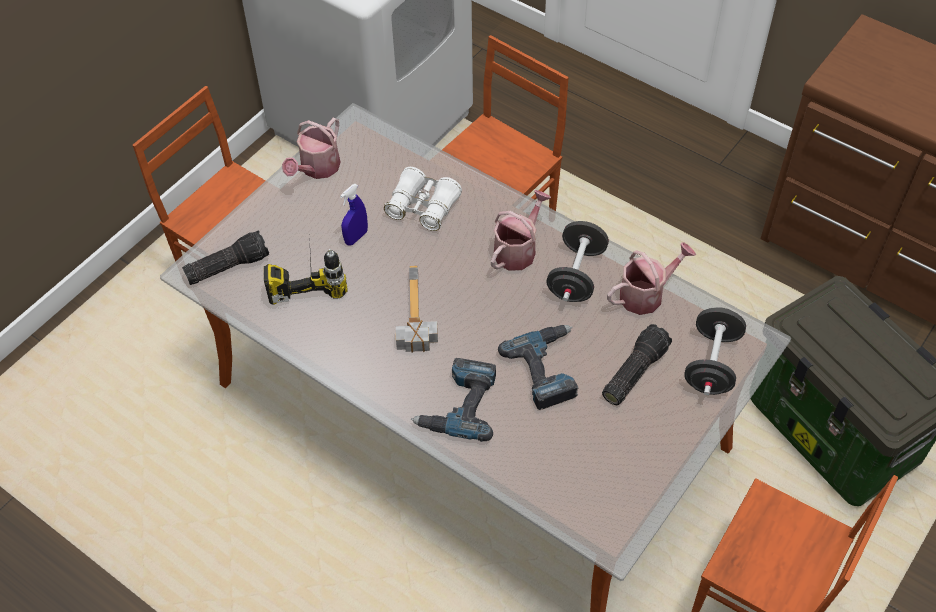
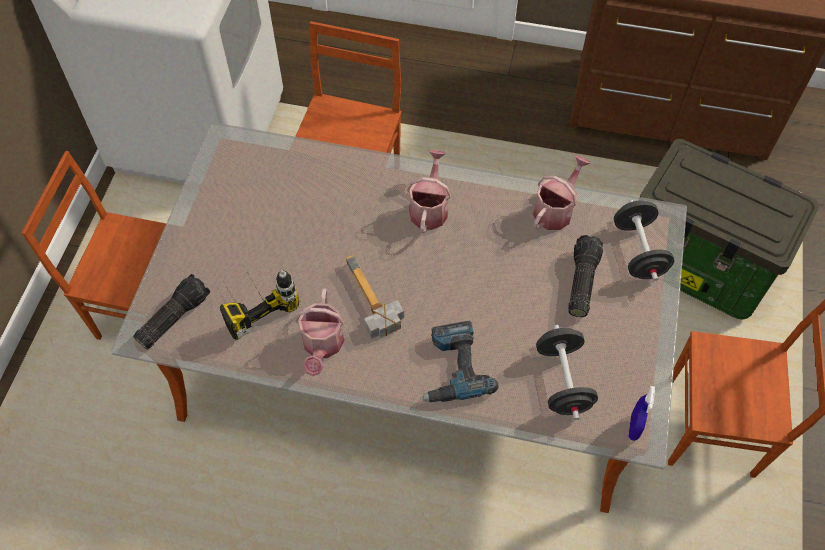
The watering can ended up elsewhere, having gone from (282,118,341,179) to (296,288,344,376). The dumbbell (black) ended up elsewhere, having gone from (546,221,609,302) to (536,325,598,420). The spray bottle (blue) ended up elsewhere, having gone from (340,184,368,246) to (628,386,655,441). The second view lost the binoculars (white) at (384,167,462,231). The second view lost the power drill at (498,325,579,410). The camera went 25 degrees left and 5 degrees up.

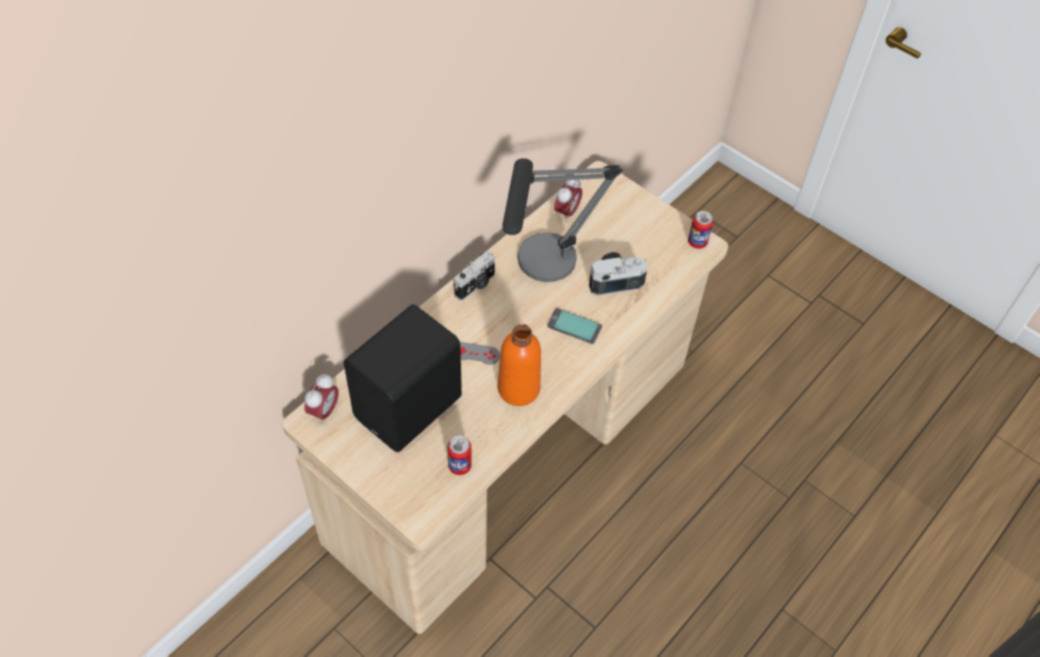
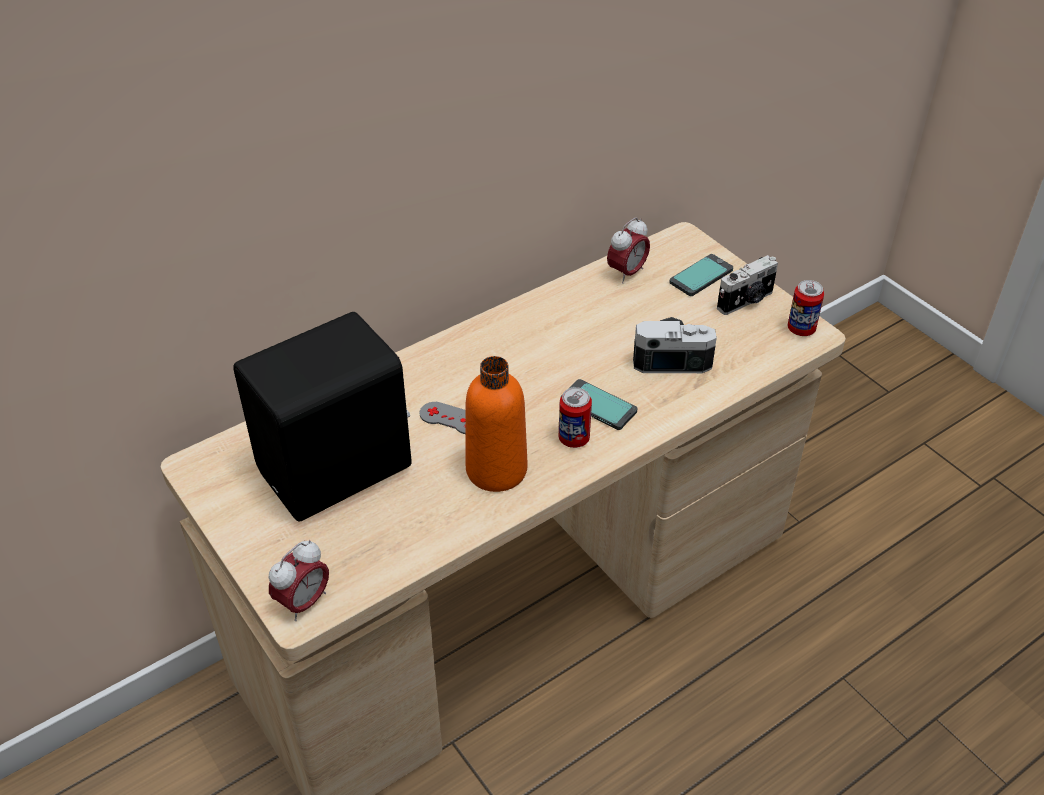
The alarm clock ended up elsewhere, having gone from (304,374,339,424) to (269,540,329,621). The can ended up elsewhere, having gone from (447,435,472,475) to (559,387,592,448). The second view gained the phone at (669,254,733,296). The photo camera ended up elsewhere, having gone from (454,251,495,301) to (717,255,778,315). The second view lost the table lamp at (503,158,623,282). The camera went 15 degrees right and 10 degrees down.

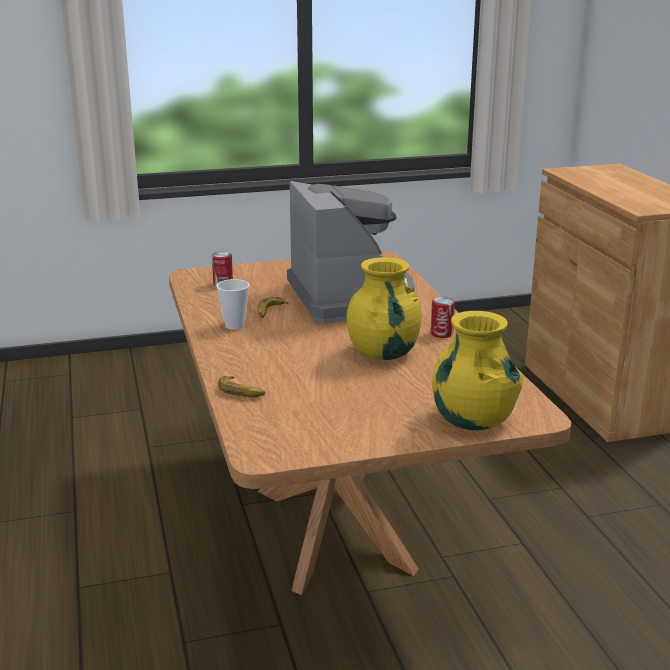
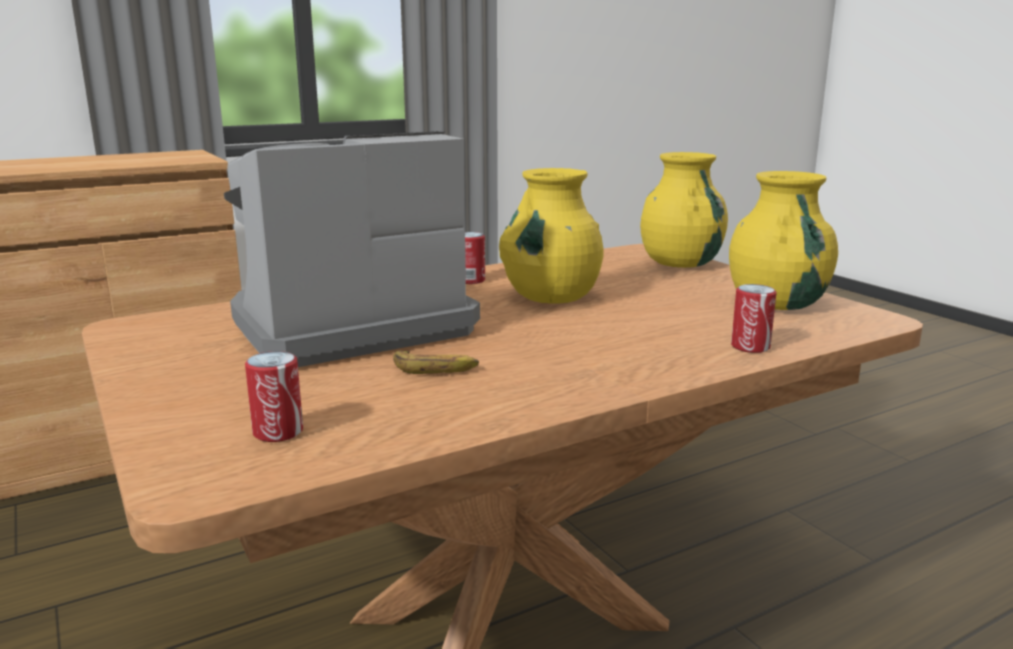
The second view gained the vase (yellow) at (729,171,838,310). Where the banana stood at (218,376,265,397), the can came to stand at (731,284,777,353). The second view lost the cup at (216,279,249,330). The camera went 105 degrees left and 5 degrees down.

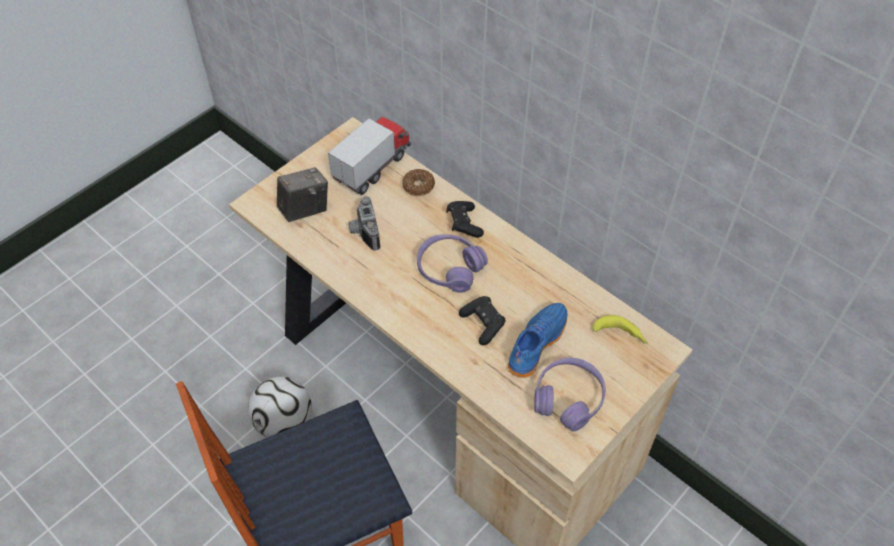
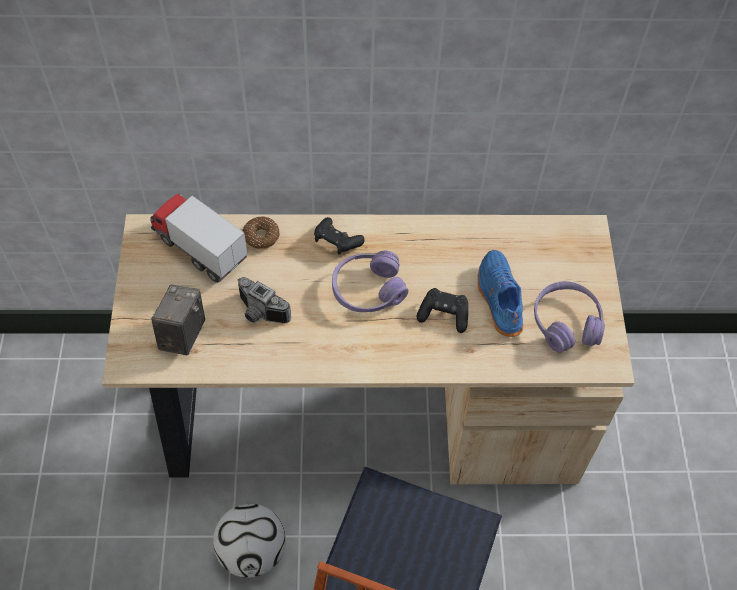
The toy truck at (328,117,411,195) ended up facing another way, 45 degrees counterclockwise from before. The second view lost the banana at (592,315,648,344). The camera went 45 degrees left and 5 degrees up.

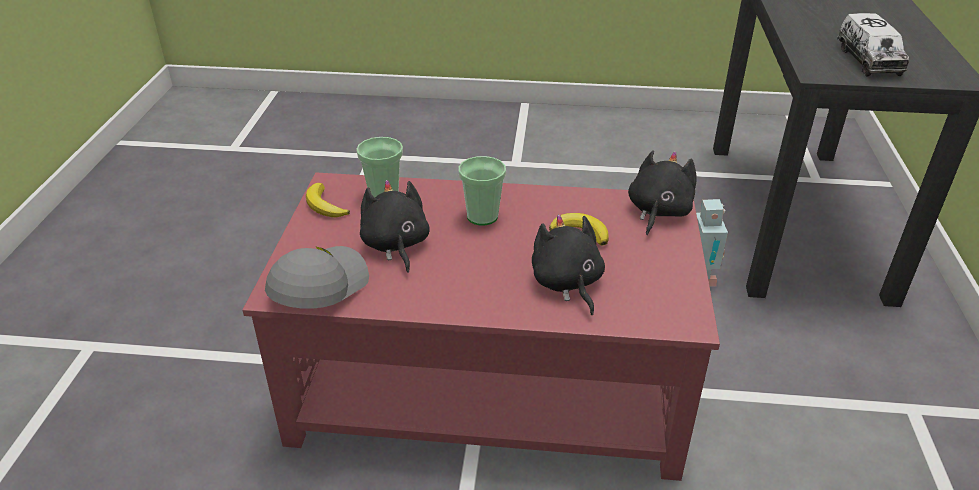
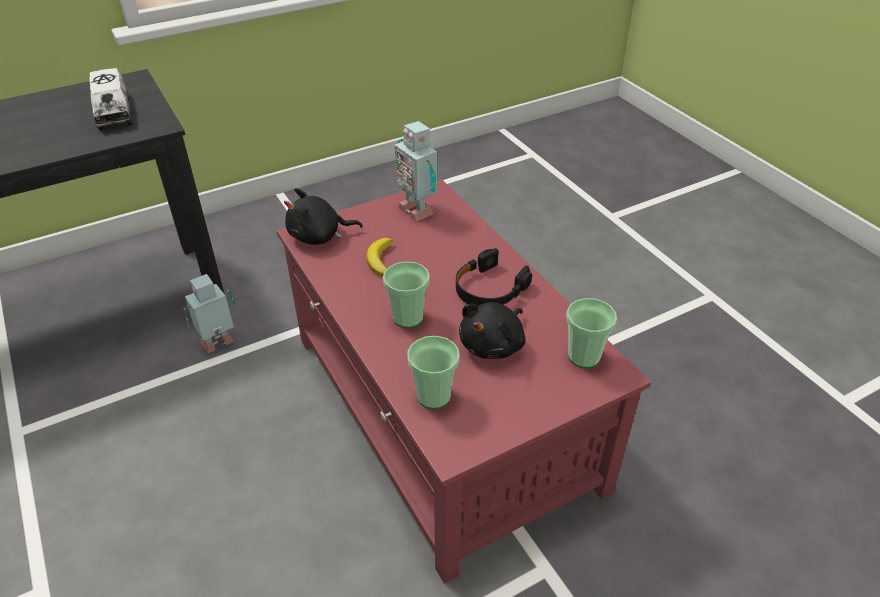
The toy truck at (837,13,909,76) ended up facing another way, 105 degrees clockwise from before. The second view gained the toy robot at (395,121,438,222). The second view gained the headphones (black) at (456,248,532,306). Where the cap (grey) stood at (265,246,369,309), the cup came to stand at (566,298,617,368). The second view lost the banana at (306,183,350,217). The second view lost the plush toy (black) at (532,214,605,315). The camera went 125 degrees left and 5 degrees up.

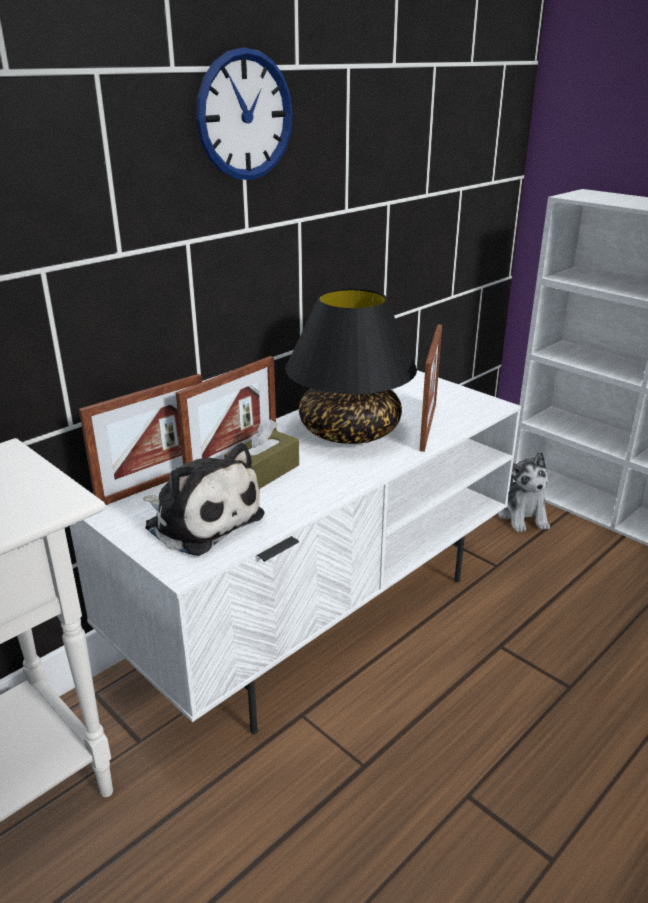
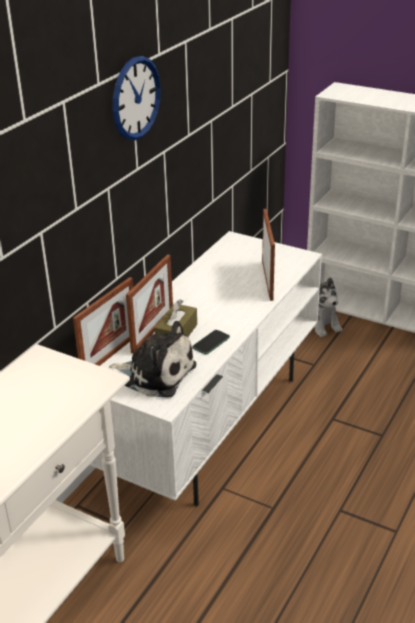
The second view gained the phone at (192,330,230,355). The second view lost the table lamp (black) at (285,288,417,444). The camera went 15 degrees left and 5 degrees up.

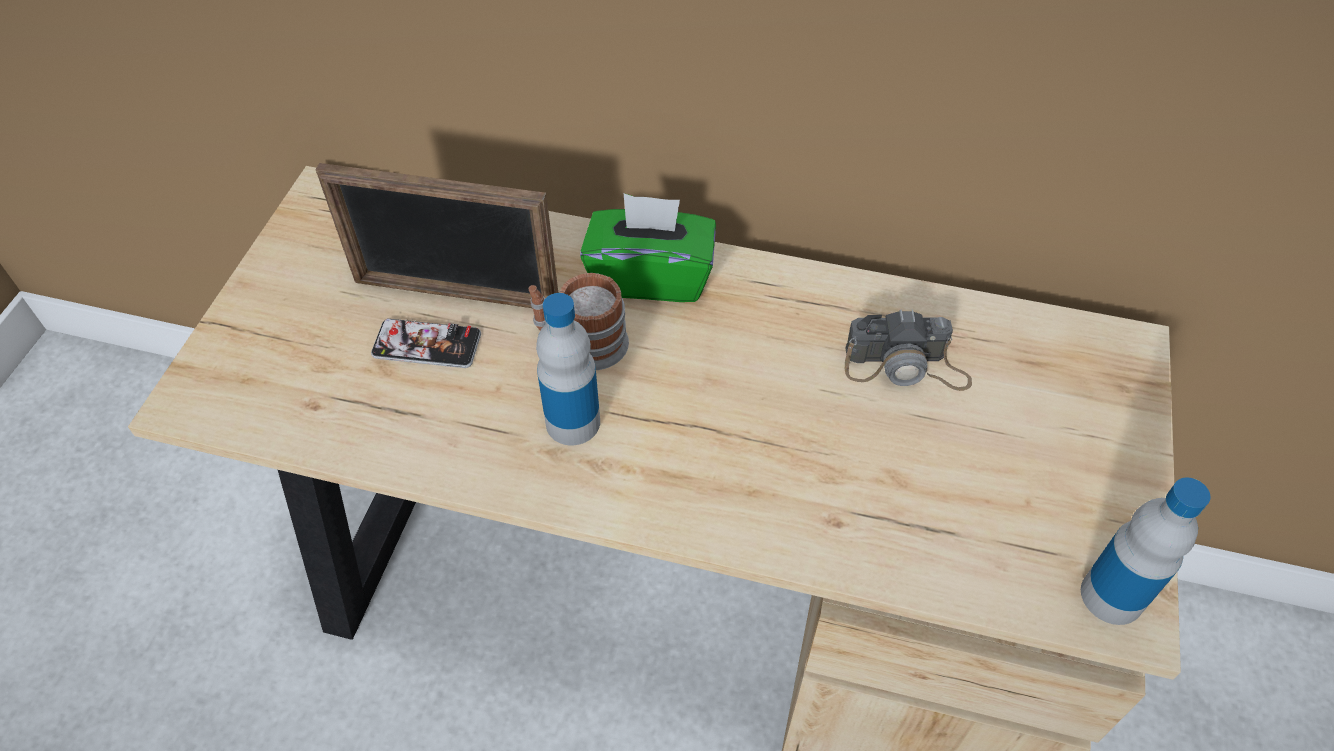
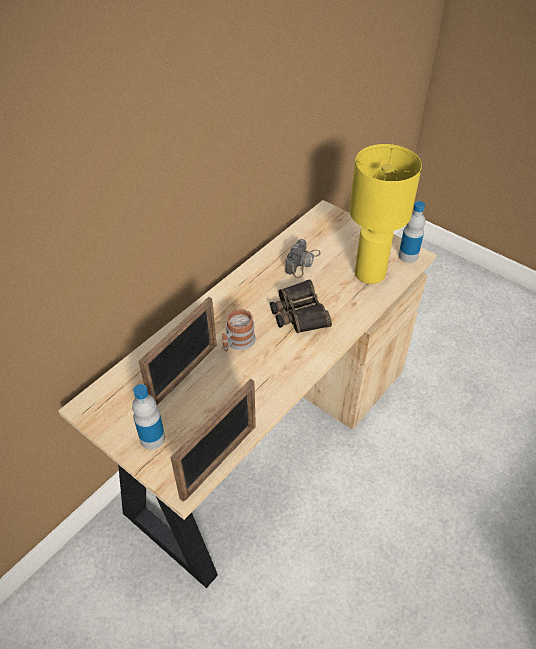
The bottle ended up elsewhere, having gone from (536,293,600,445) to (132,384,165,450). The second view gained the picture frame at (170,378,256,502). The second view gained the binoculars at (270,279,332,333). The second view gained the table lamp (yellow) at (349,144,422,284). The second view lost the phone at (371,318,481,368). The second view lost the tissue box (green) at (580,193,716,302). The camera went 65 degrees left and 5 degrees down.

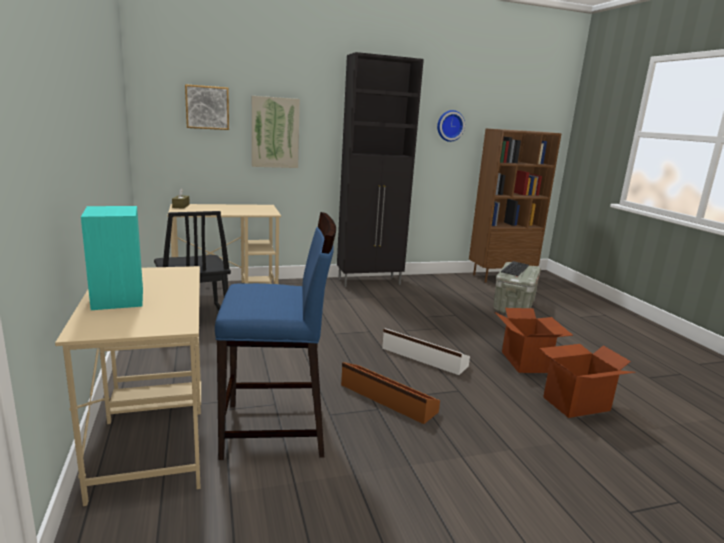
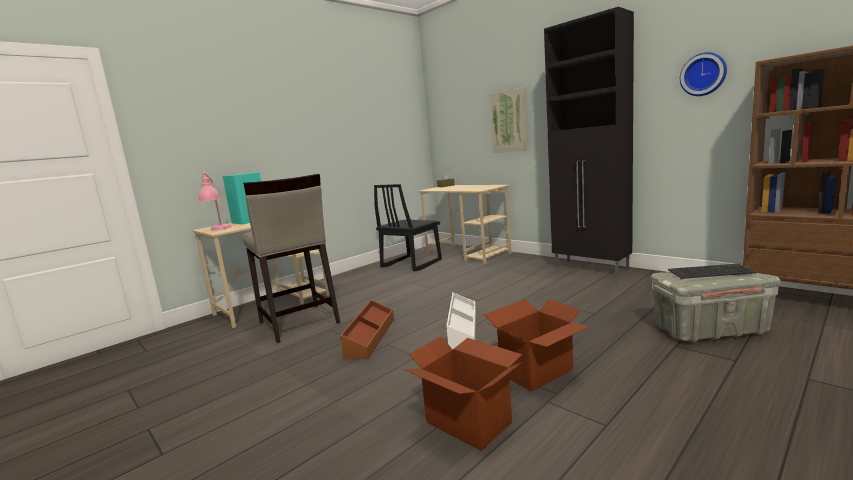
The second view gained the table lamp (pink) at (199,172,232,230). What was the stool (blue) at (215,212,336,460) turned into the stool (beige) at (242,174,340,343). The second view lost the picture at (185,84,229,130). The camera went 65 degrees right and 5 degrees down.

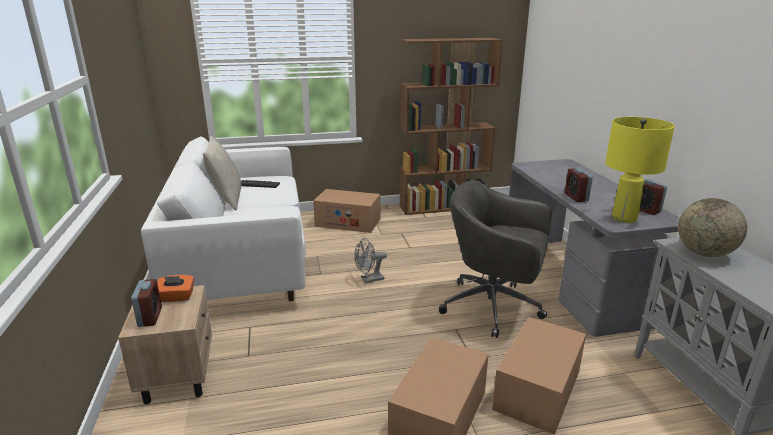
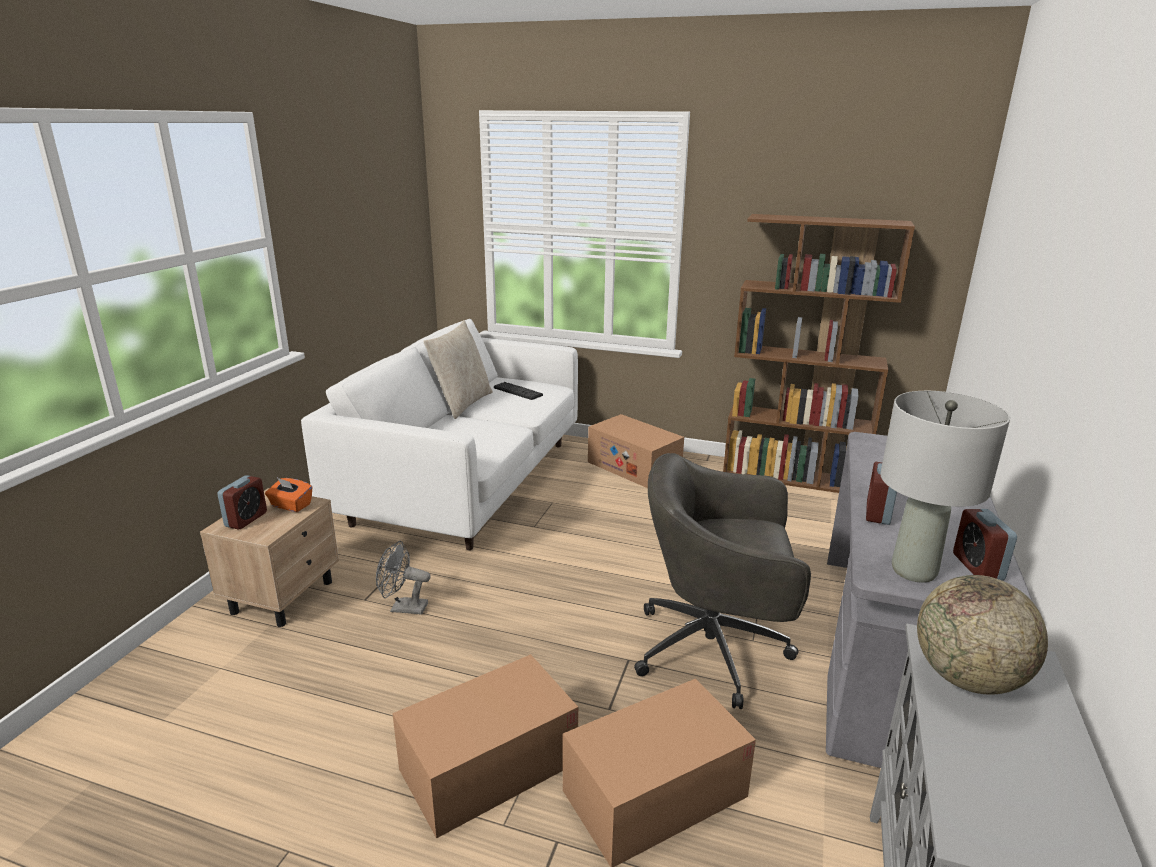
The fan (grey) ended up elsewhere, having gone from (355,238,387,283) to (376,541,431,615). The office chair (grey) at (439,180,552,338) ended up facing another way, 45 degrees counterclockwise from before. What was the table lamp (yellow) at (605,117,675,223) turned into the table lamp (grey) at (880,391,1010,583). The camera went 30 degrees right and 0 degrees up.

